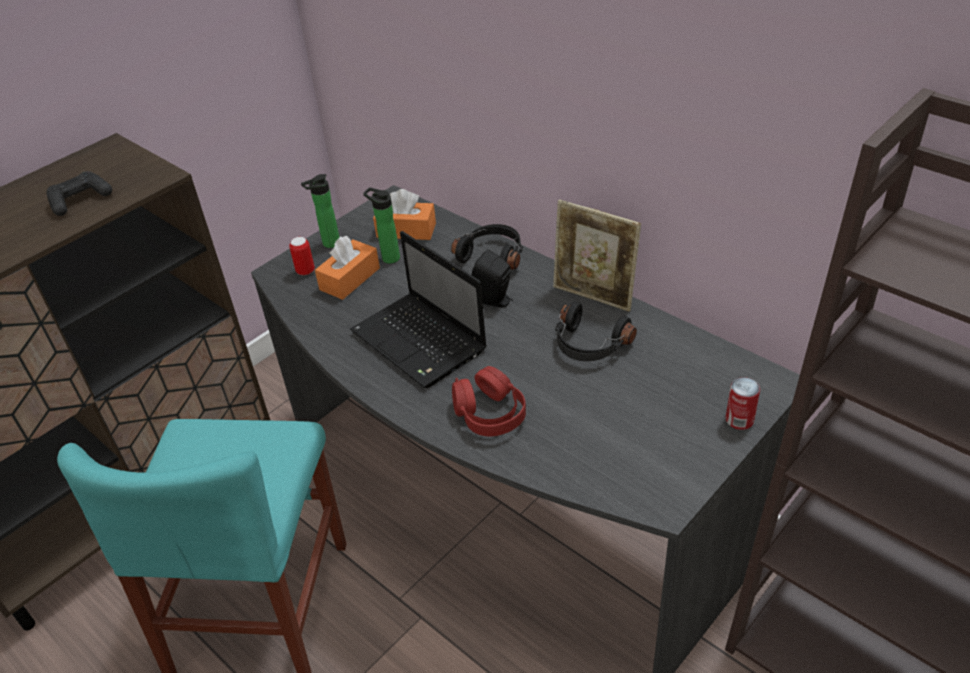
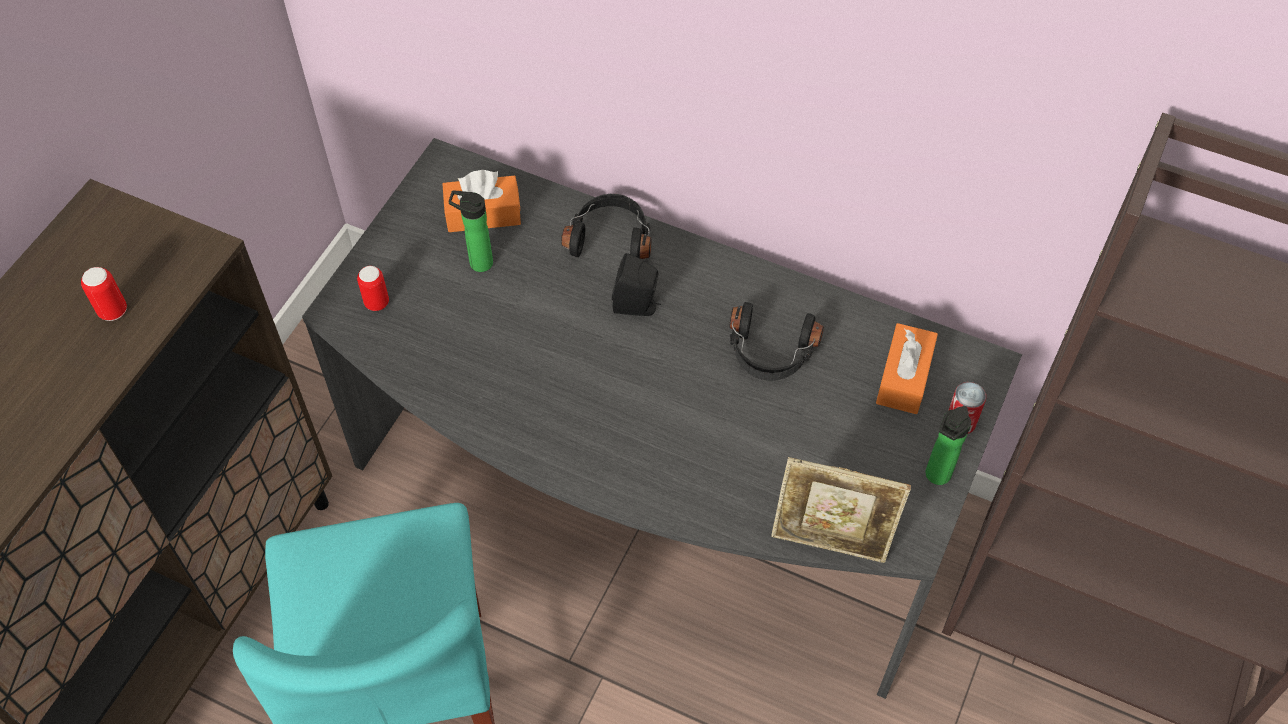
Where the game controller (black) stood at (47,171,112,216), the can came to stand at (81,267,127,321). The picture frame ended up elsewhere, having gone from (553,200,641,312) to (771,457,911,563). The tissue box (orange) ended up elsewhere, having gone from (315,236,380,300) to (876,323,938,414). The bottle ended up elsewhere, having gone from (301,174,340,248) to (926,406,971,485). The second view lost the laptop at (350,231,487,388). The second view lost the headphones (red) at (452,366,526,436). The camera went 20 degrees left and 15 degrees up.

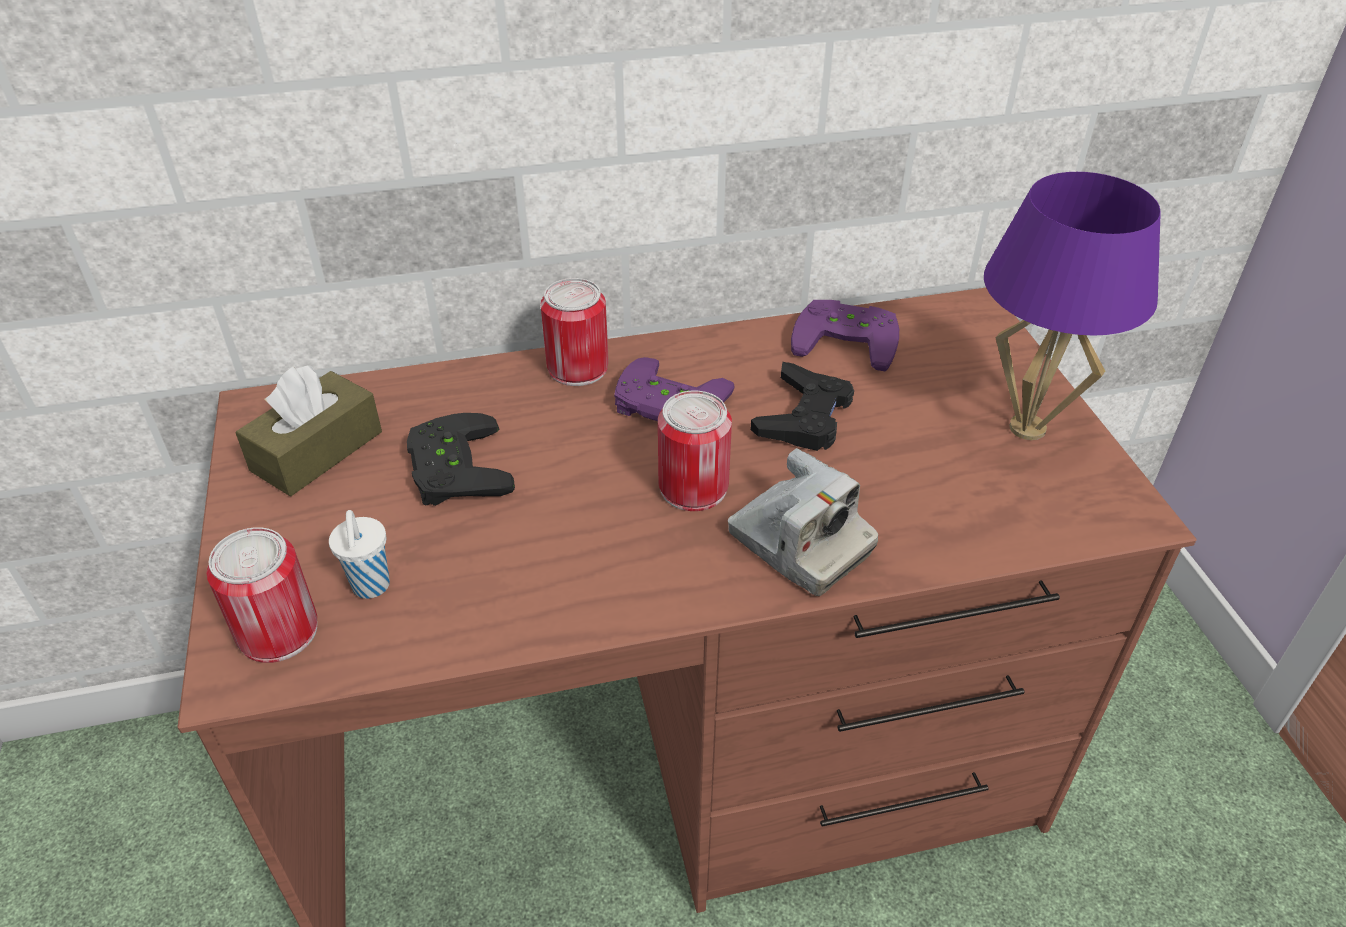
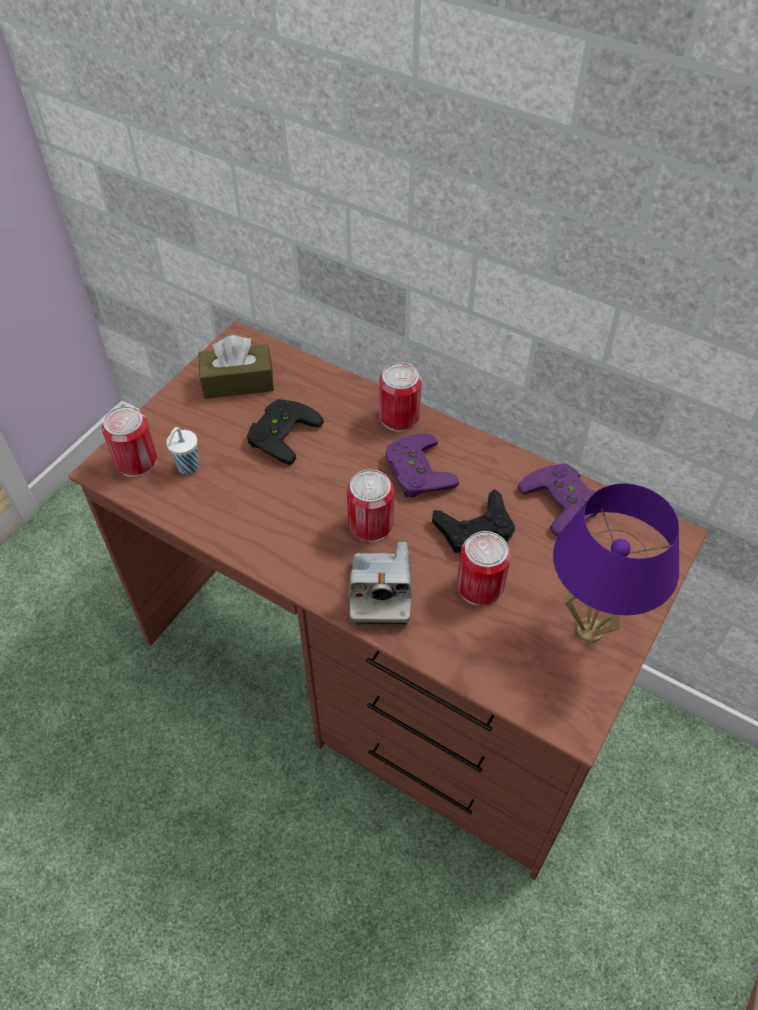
The second view gained the can at (457,531,511,606). The camera went 45 degrees right and 10 degrees up.

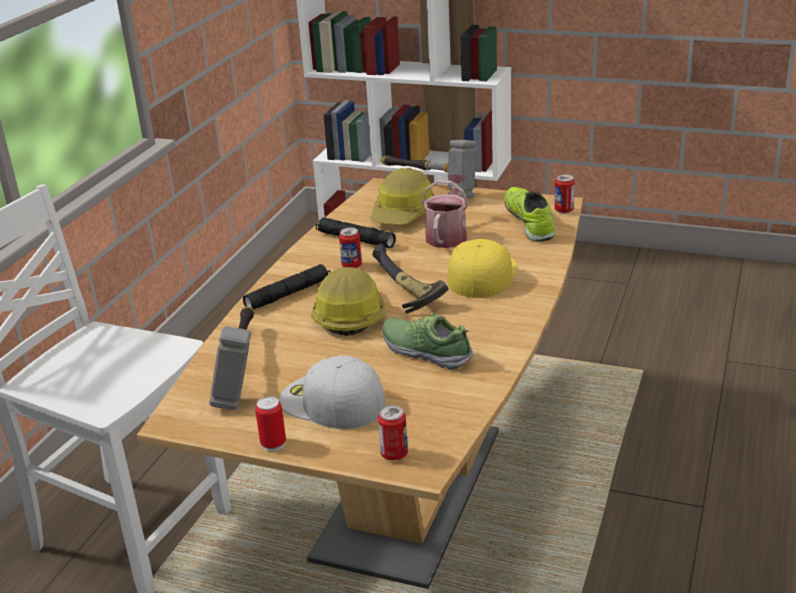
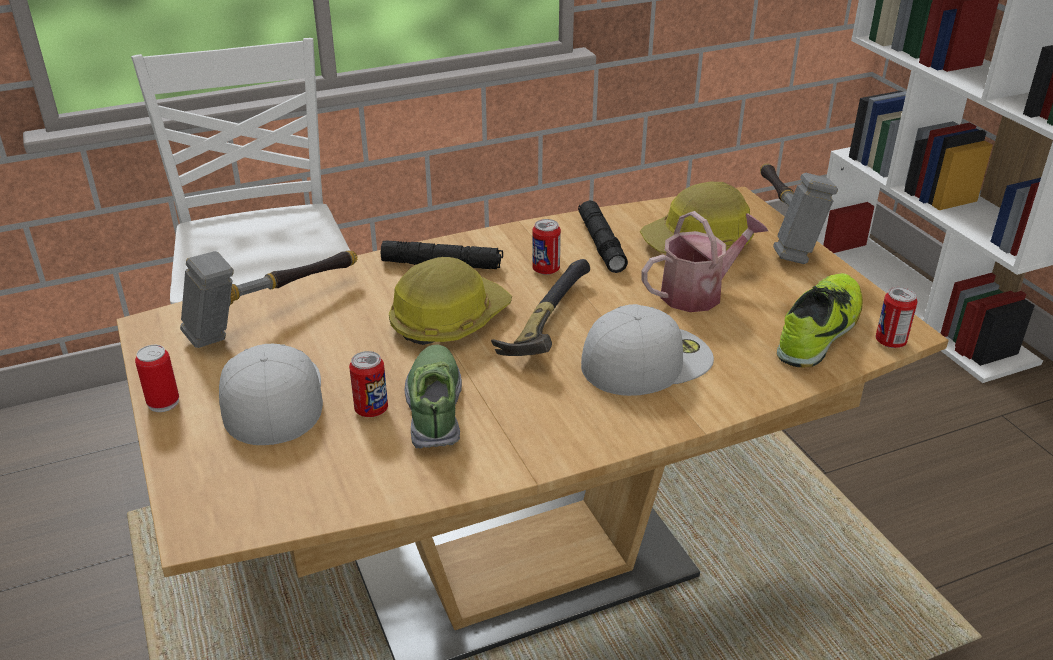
The can ended up elsewhere, having gone from (378,405,408,460) to (349,351,388,417). What was the cap (yellow) at (448,239,517,298) turned into the cap (white) at (581,304,714,396). The camera went 45 degrees right and 5 degrees up.

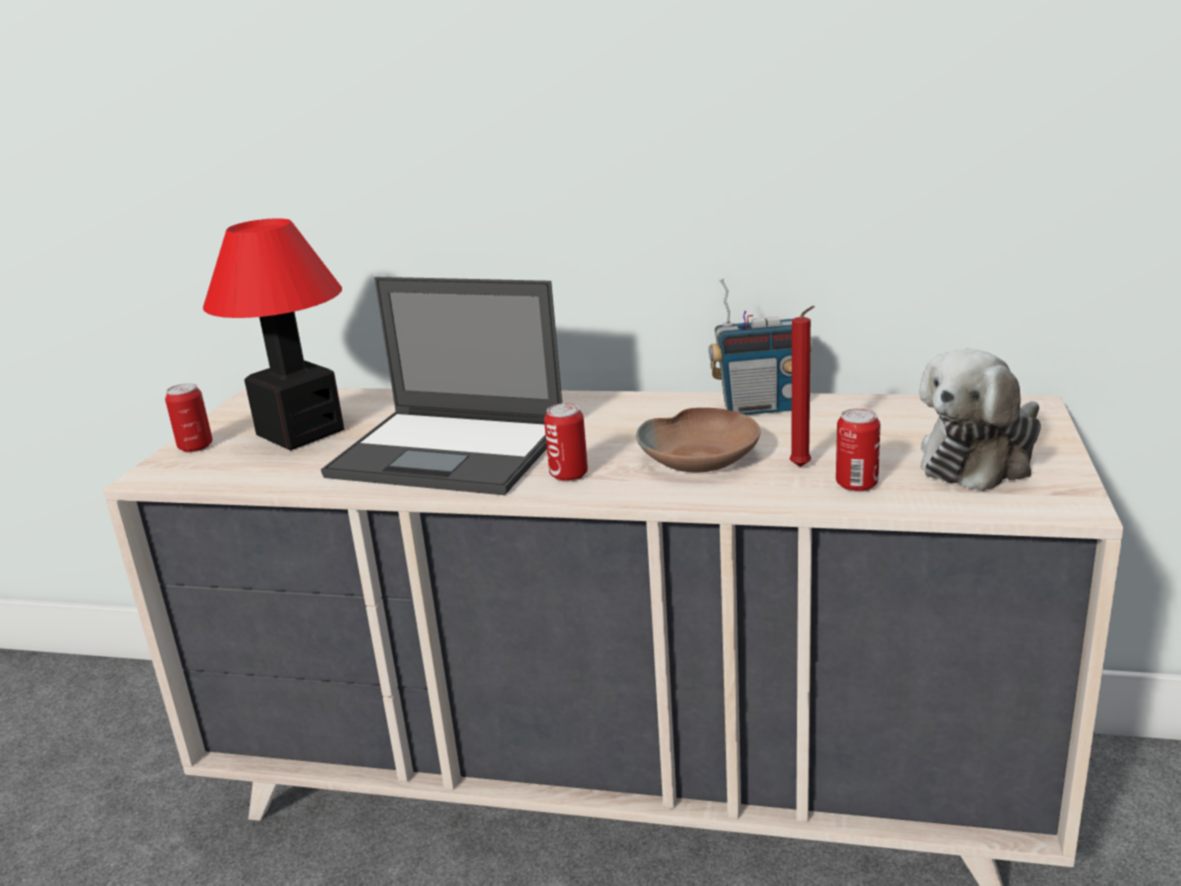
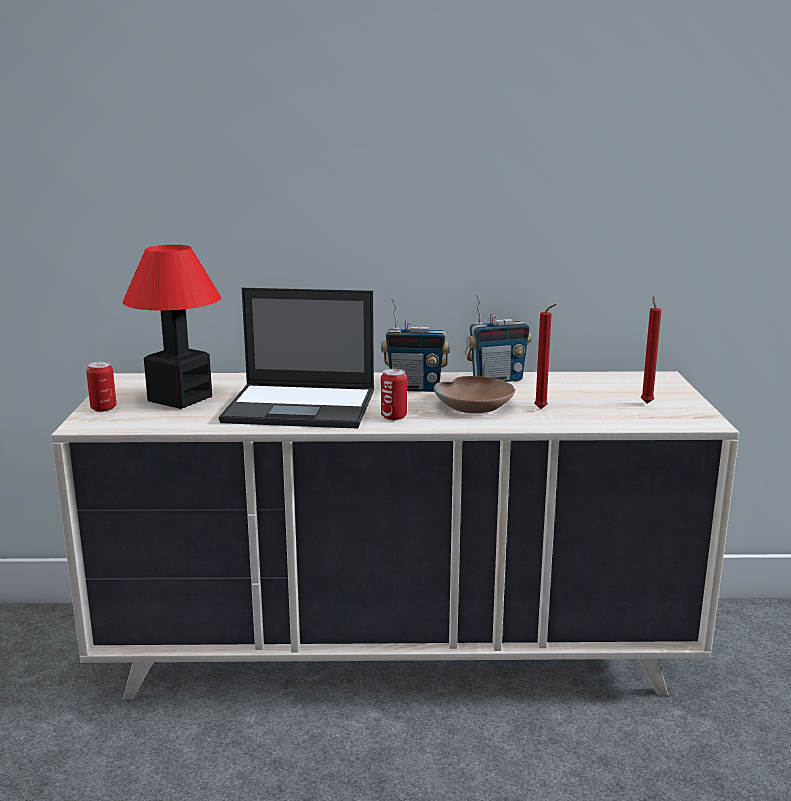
The second view gained the radio at (381,298,450,392). Where the plush toy stood at (919,349,1041,491), the candle (red) came to stand at (641,296,661,403). The second view lost the can at (836,408,881,492). The camera went 15 degrees left and 5 degrees down.

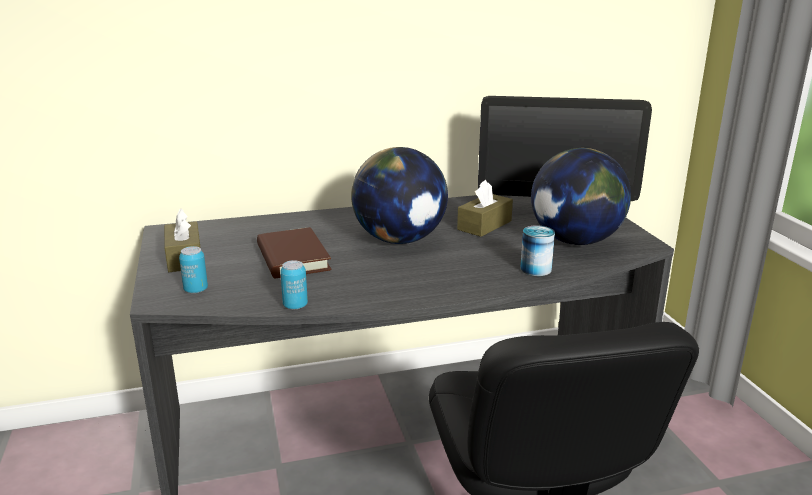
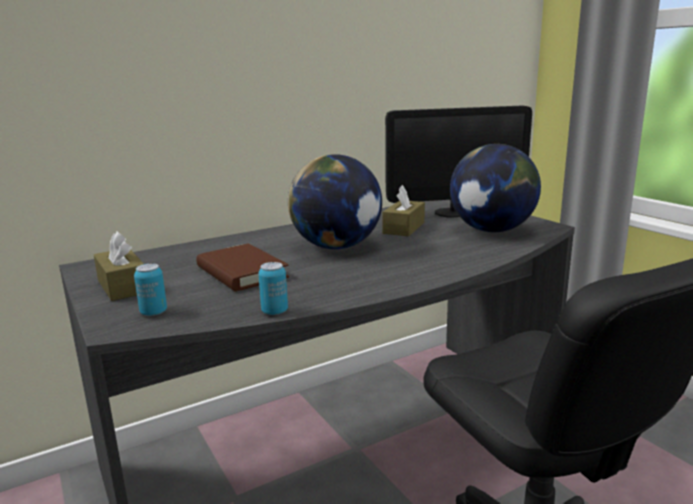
The second view lost the can at (520,225,555,276). The camera went 15 degrees left and 5 degrees down.

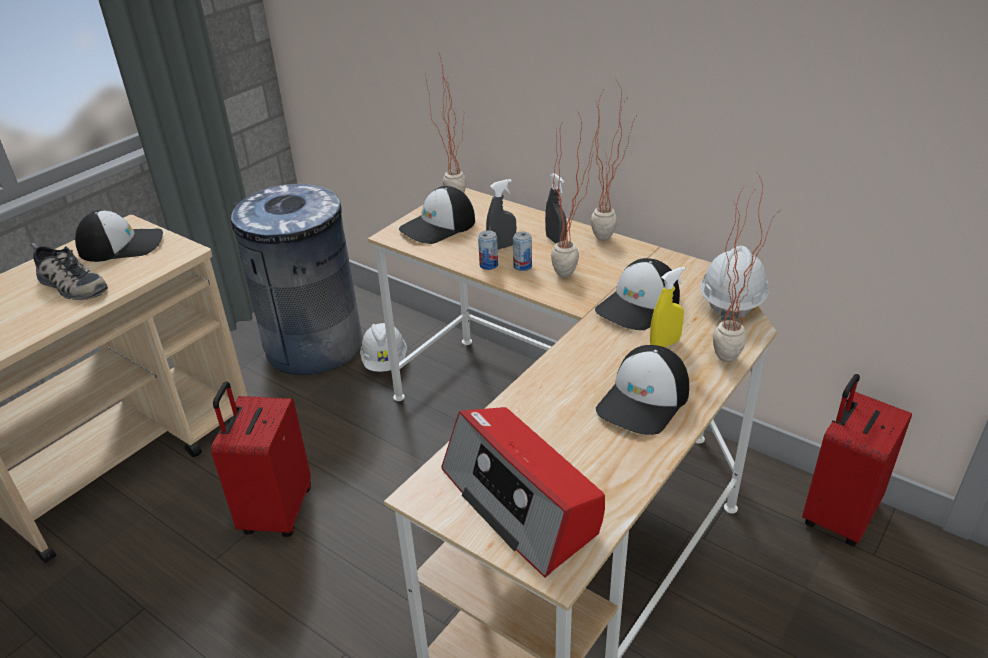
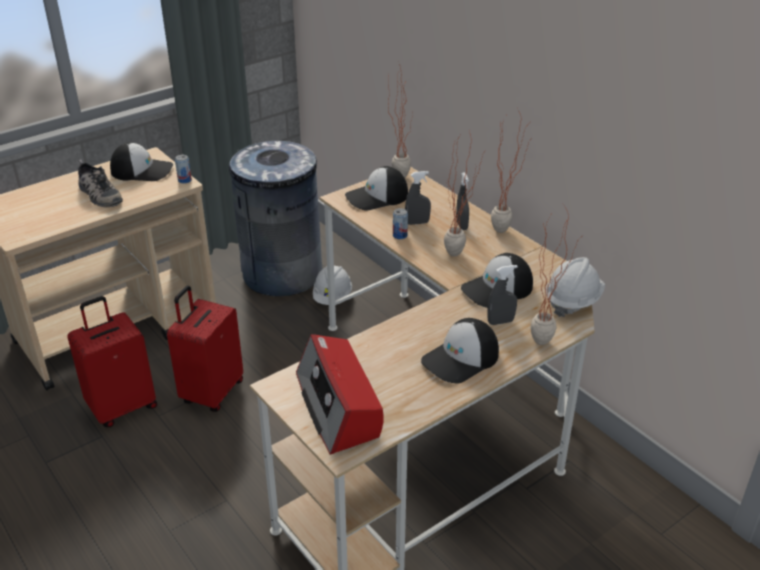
The suitcase (red) ended up elsewhere, having gone from (802,374,912,546) to (67,296,157,427). The can ended up elsewhere, having gone from (513,231,532,271) to (175,155,192,184). What was the spray bottle (yellow) at (650,267,686,347) turned into the spray bottle (grey) at (487,265,518,325). The camera went 15 degrees right and 0 degrees up.

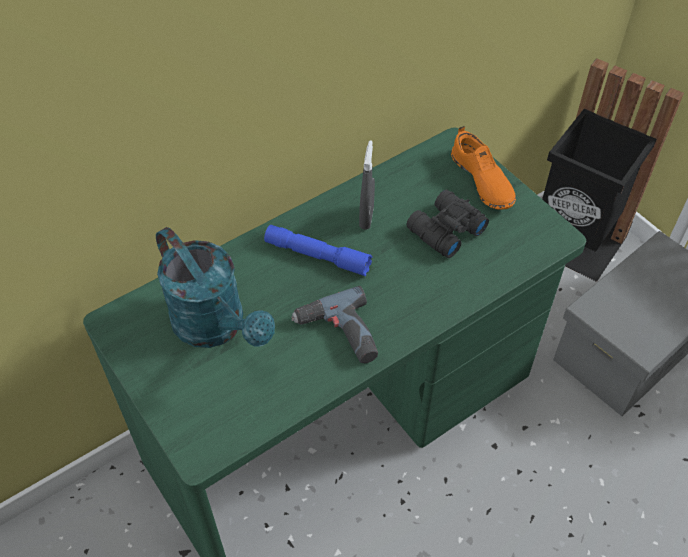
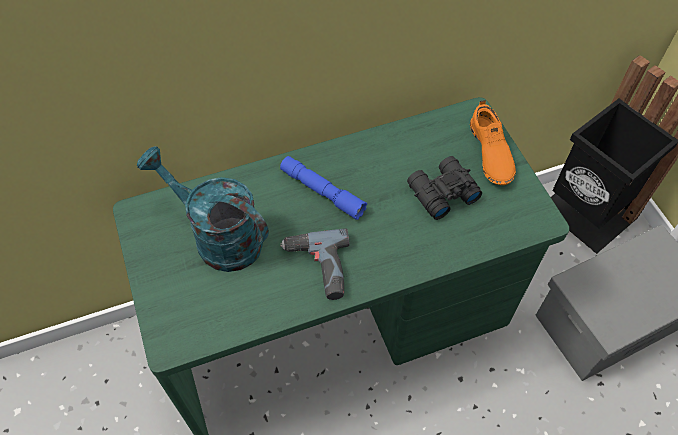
The watering can (turquoise) at (156,227,275,348) ended up facing another way, 150 degrees clockwise from before. The second view lost the spray bottle (grey) at (359,140,375,230). The camera went 15 degrees right and 5 degrees up.

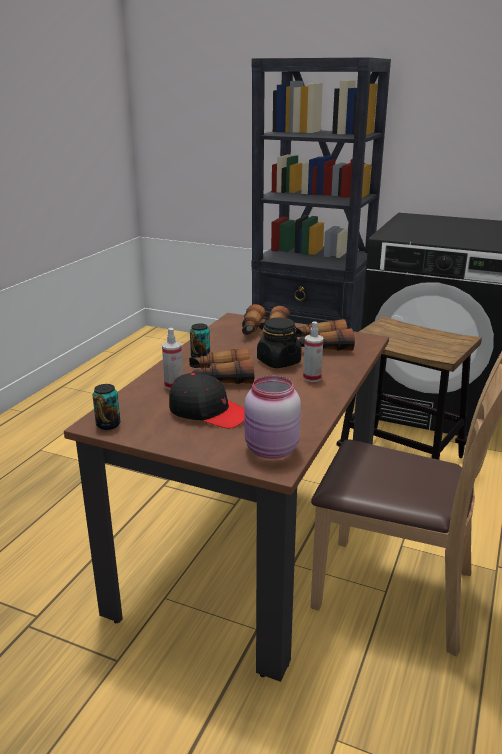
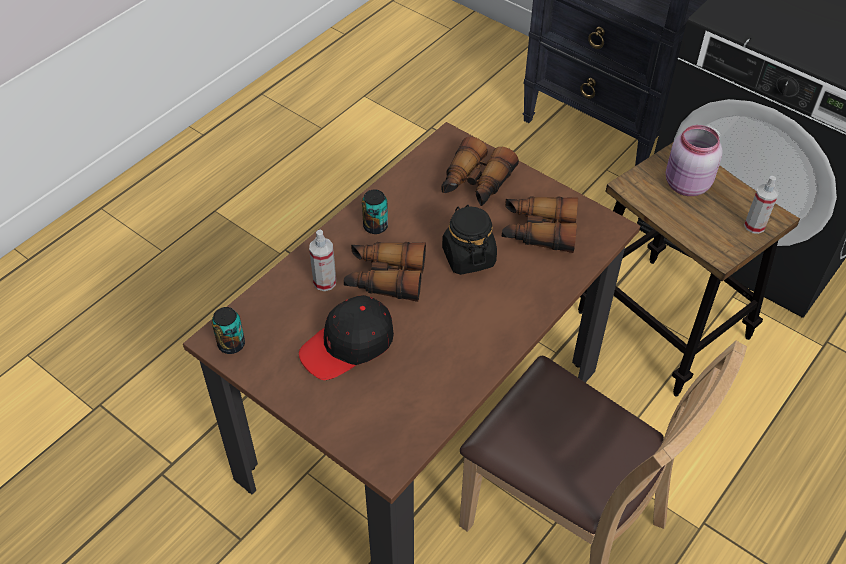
The cap (black) at (169,373,245,428) ended up facing another way, 105 degrees clockwise from before. The jar (pink) ended up elsewhere, having gone from (245,376,301,459) to (666,125,723,196). The spray bottle ended up elsewhere, having gone from (303,321,323,382) to (744,176,779,234). The camera went 15 degrees right and 25 degrees up.

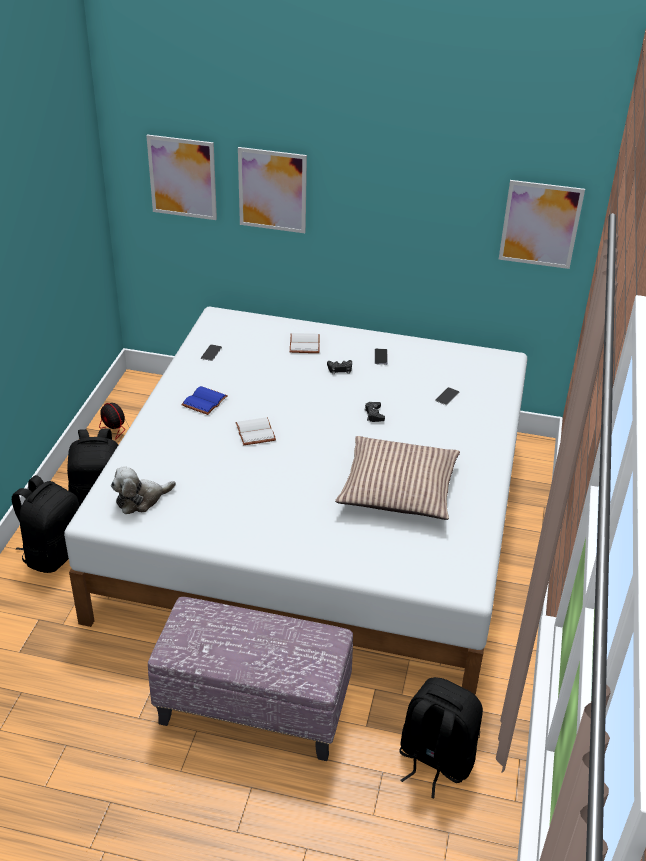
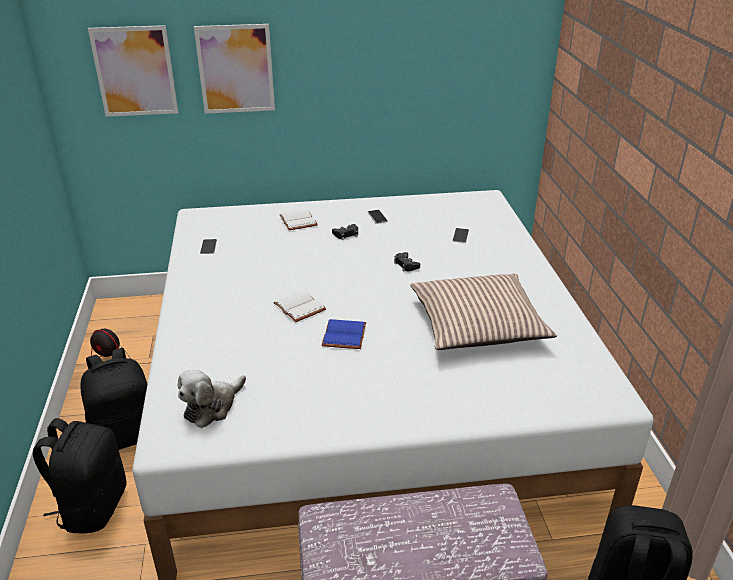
The book (blue) ended up elsewhere, having gone from (181,386,228,415) to (322,319,366,349). The second view lost the picture at (499,180,585,269). The camera went 20 degrees left and 5 degrees down.

